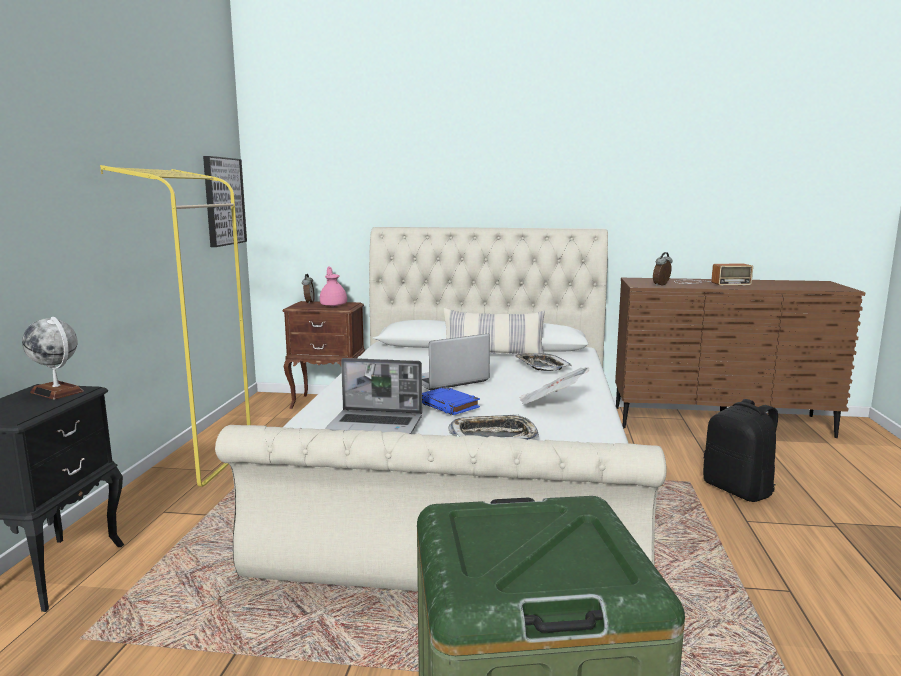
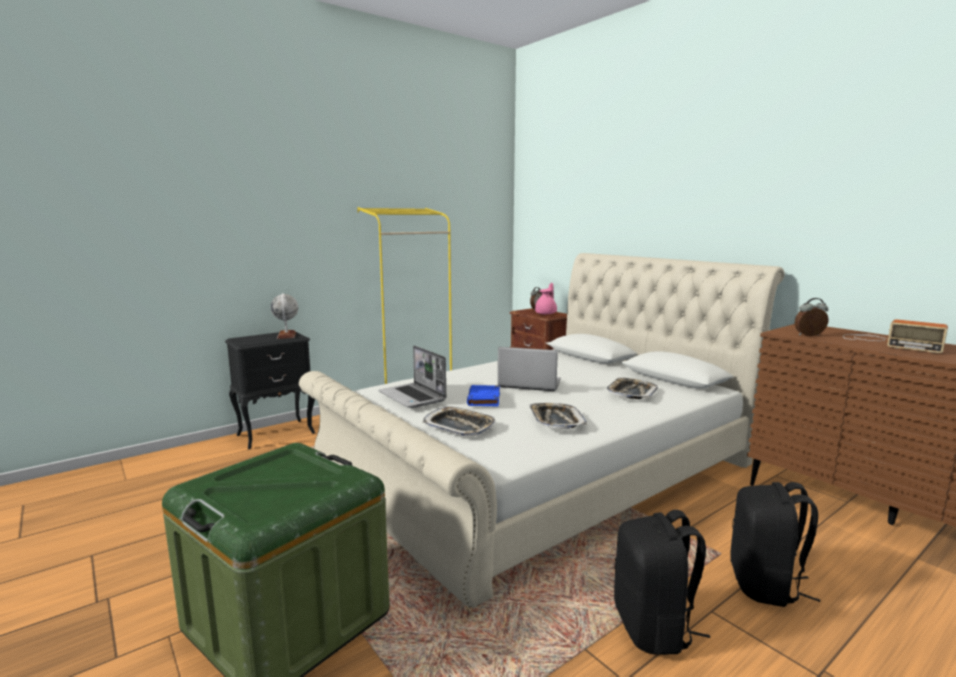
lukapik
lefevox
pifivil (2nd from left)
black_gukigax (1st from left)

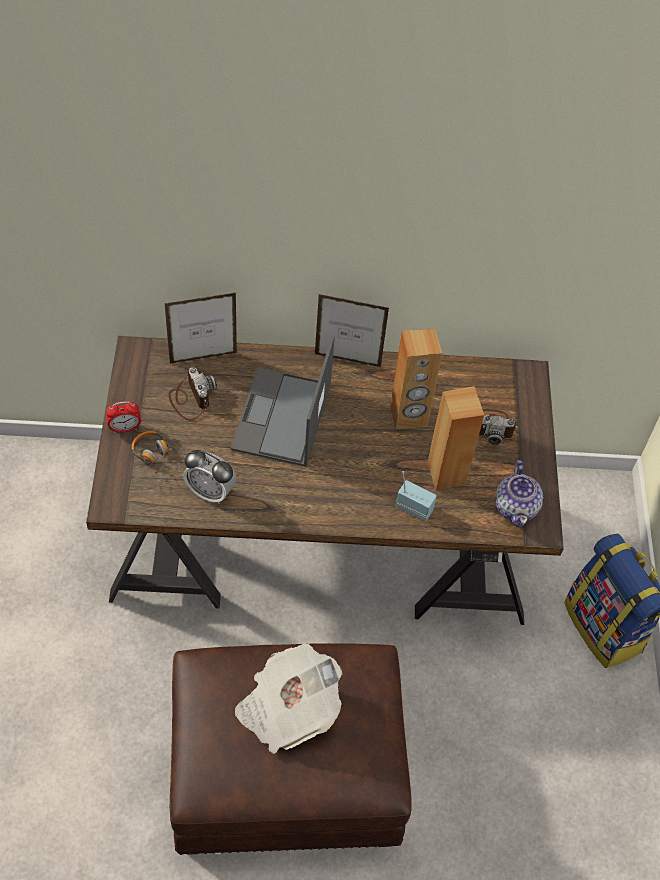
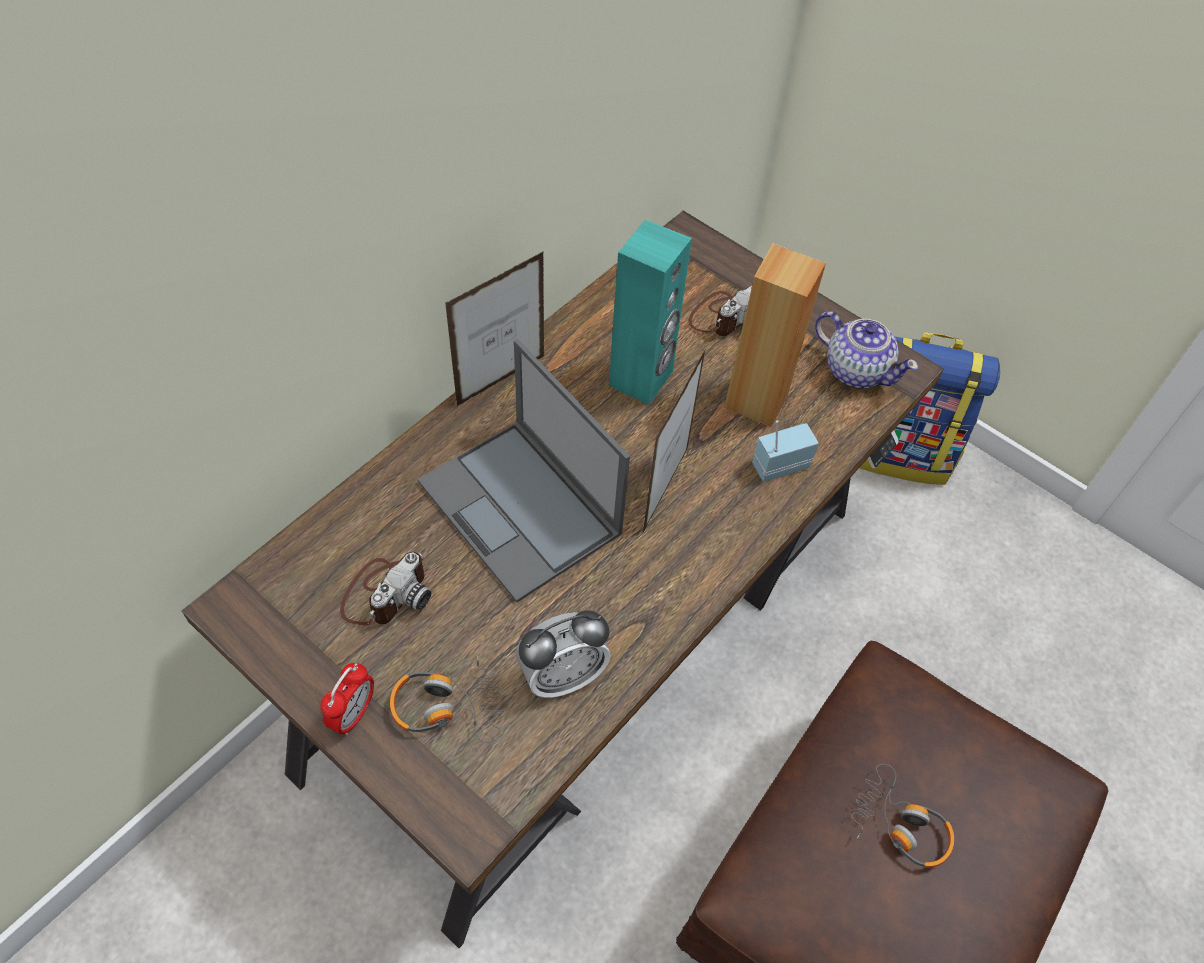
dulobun (2nd from left)
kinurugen (1st from left)
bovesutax (2nd from left)
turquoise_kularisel

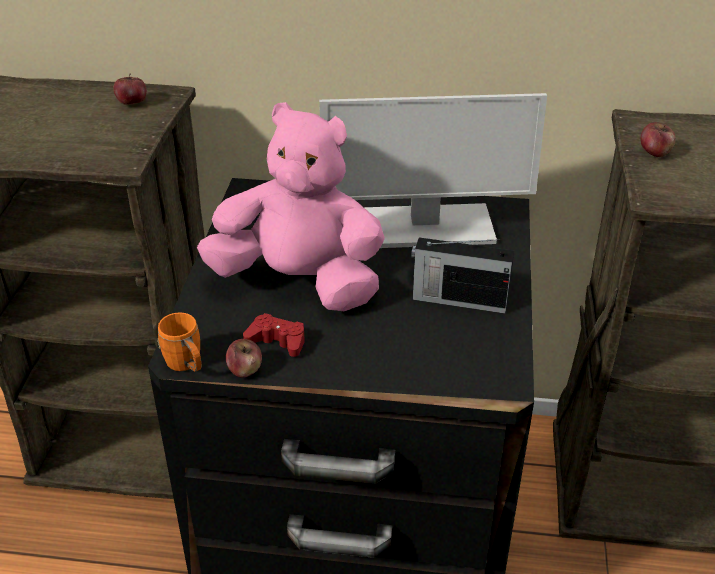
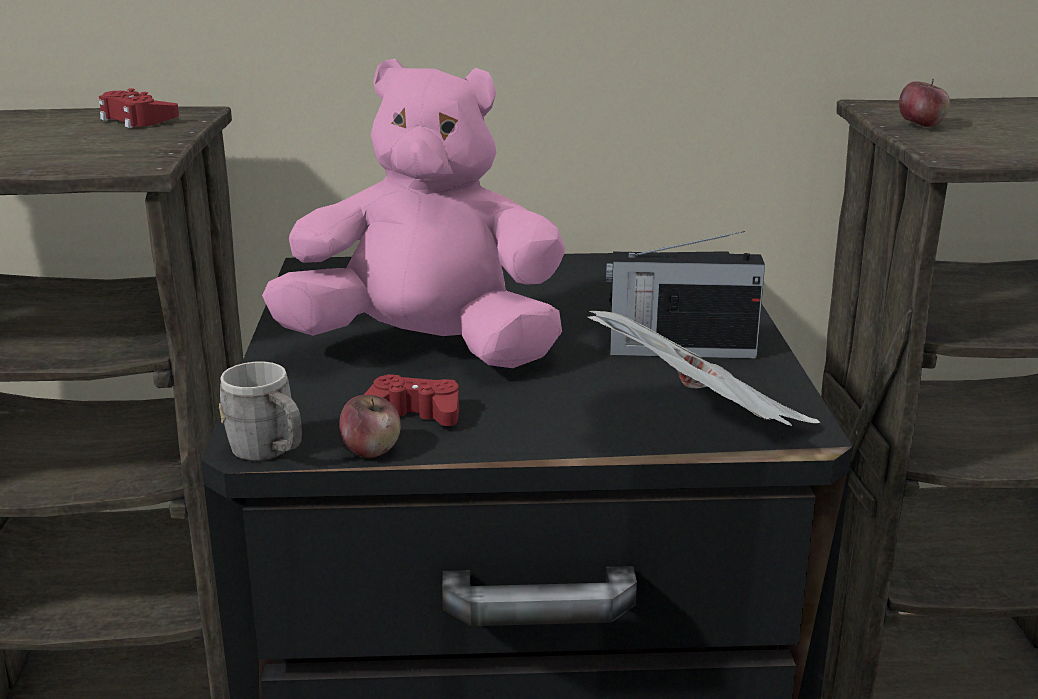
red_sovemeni (1st from left)
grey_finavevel
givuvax
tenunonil

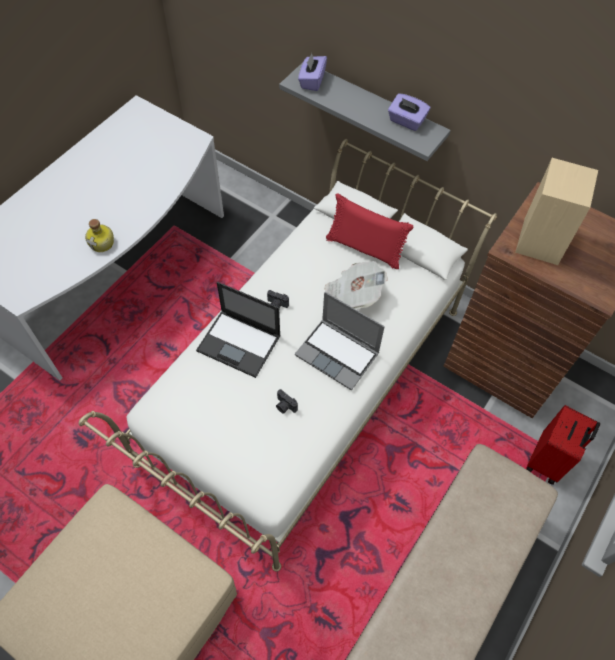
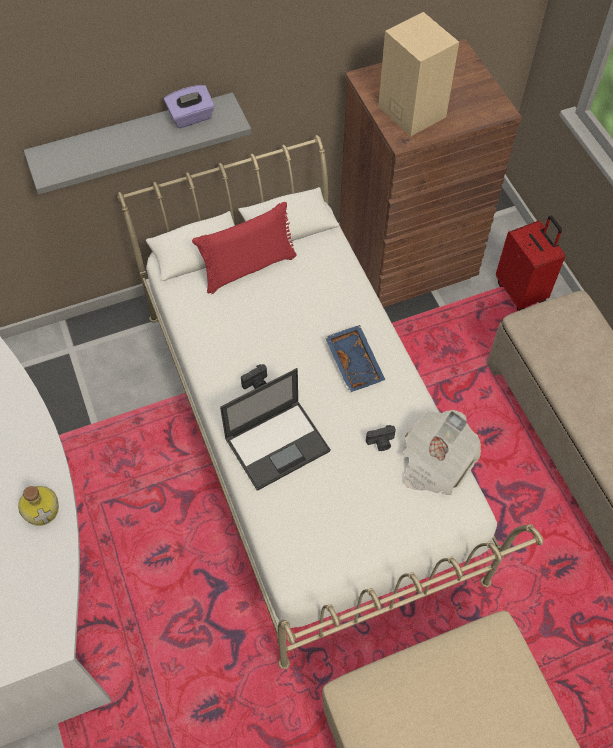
blue_pifivil
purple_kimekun (1st from left in the first image)
tenunonil

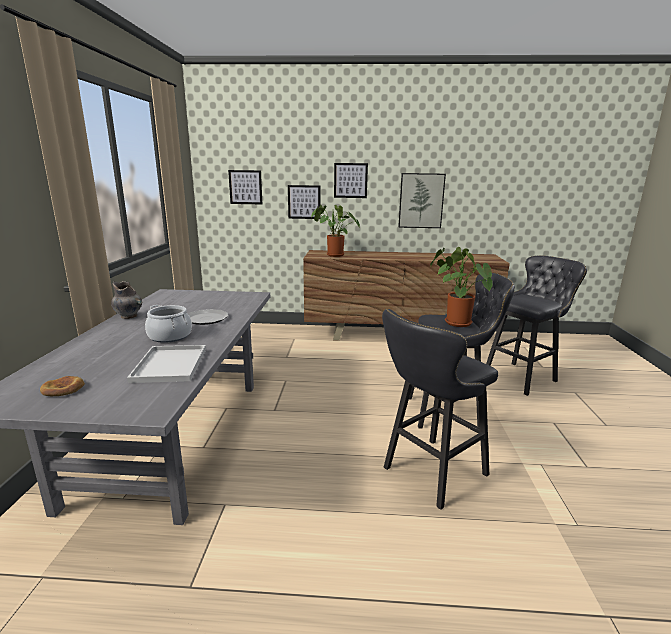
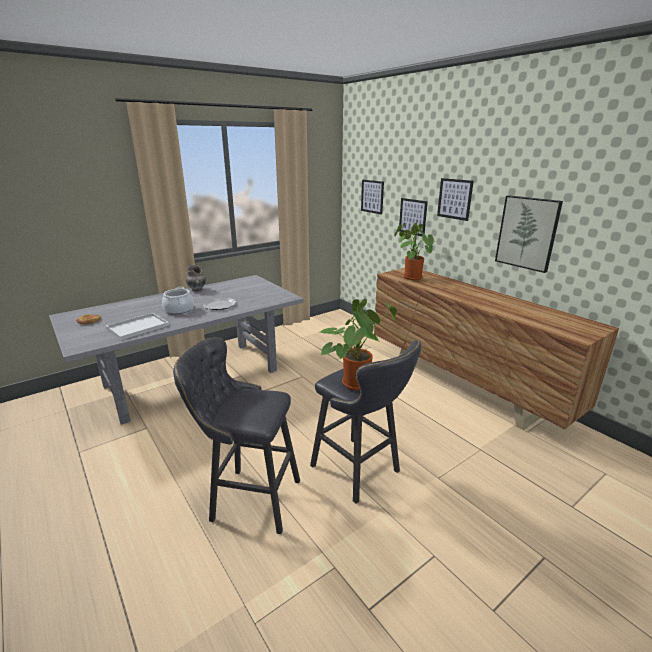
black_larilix (3rd from left in the first image)

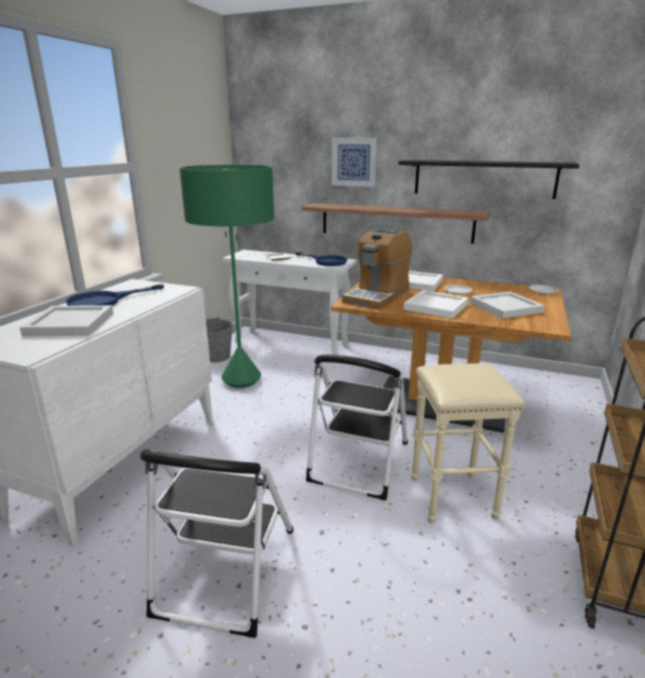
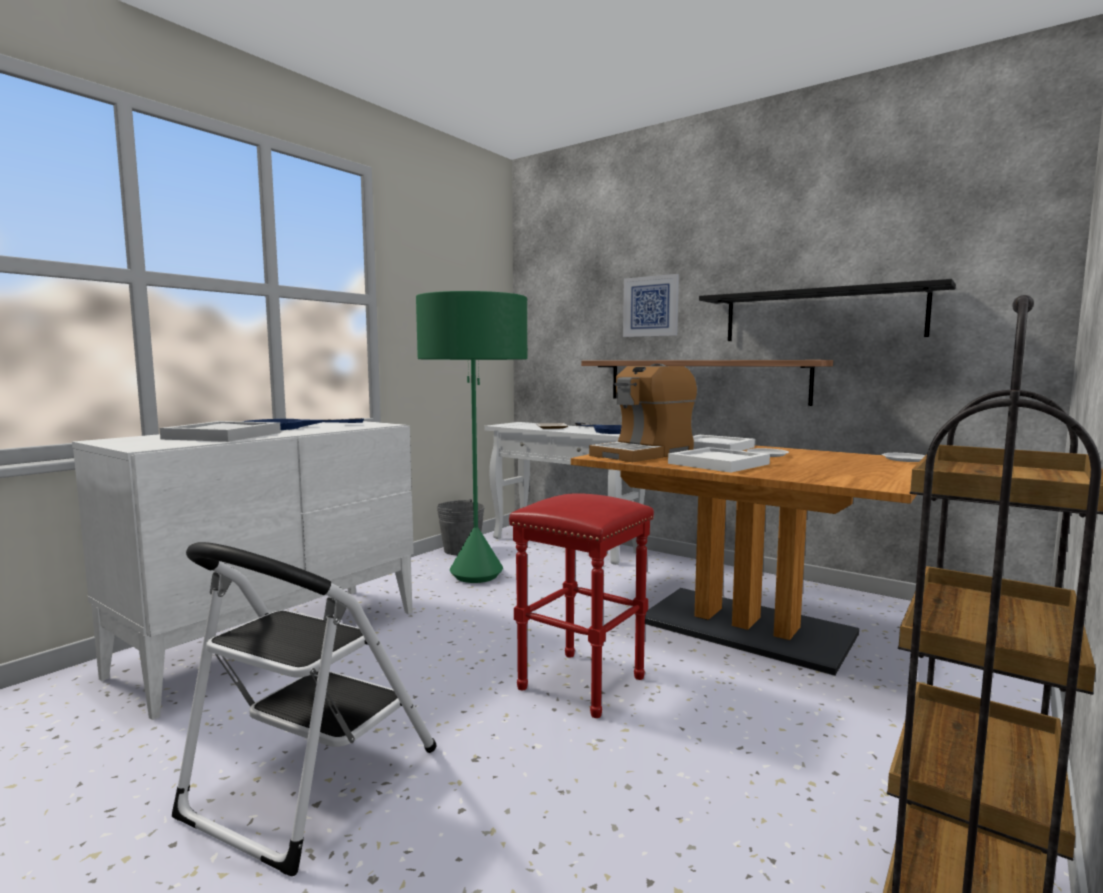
red_larilix
beige_larilix
white_pifivil (4th from left in the first image)

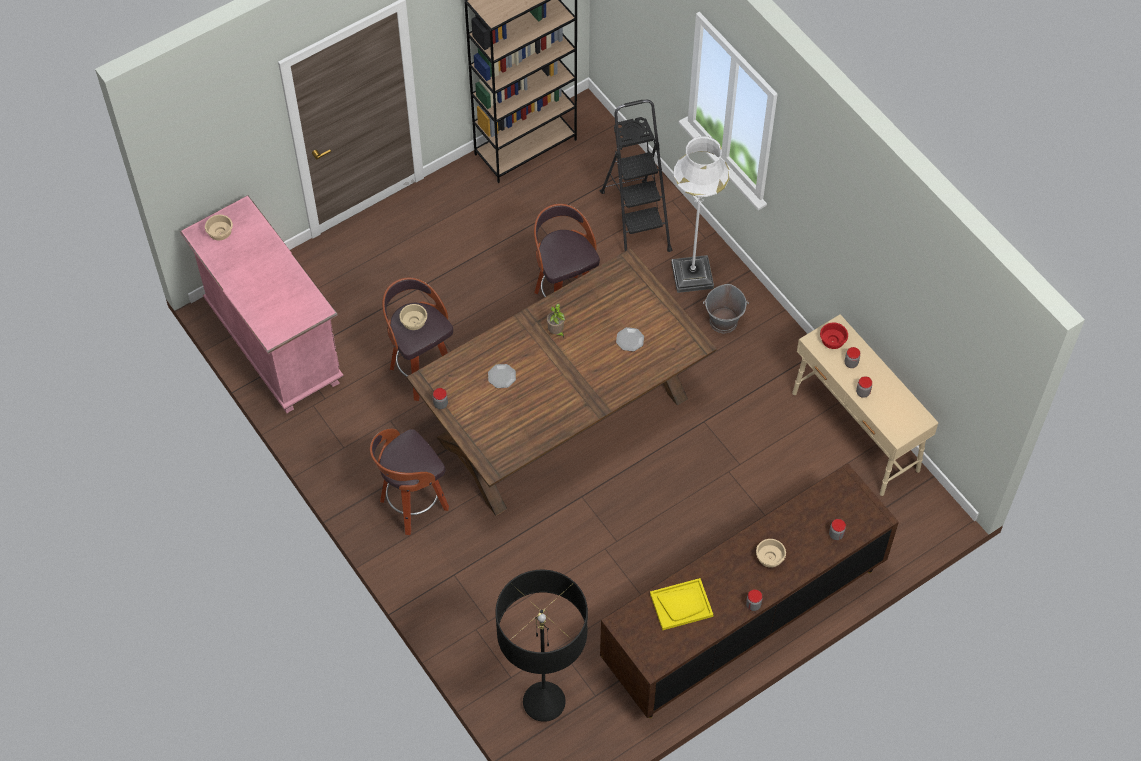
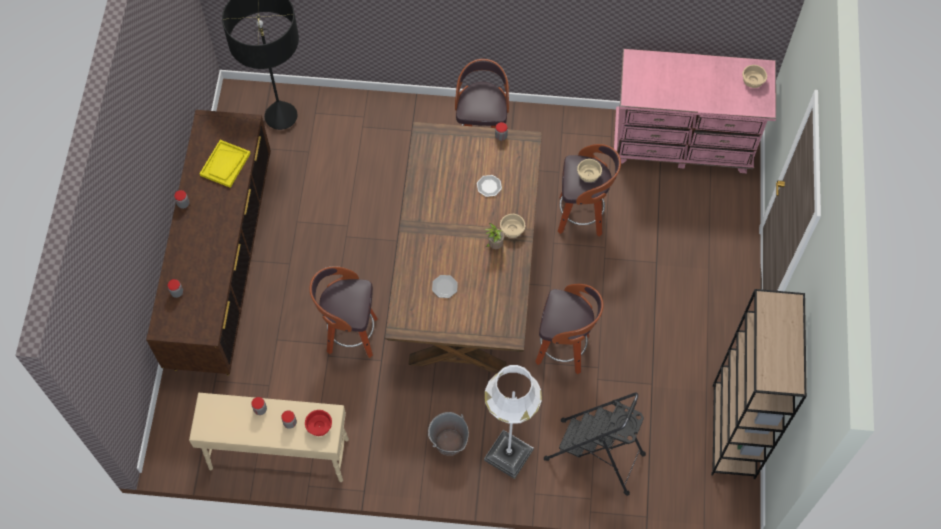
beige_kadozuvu (1st from left)
larilix (1st from left)

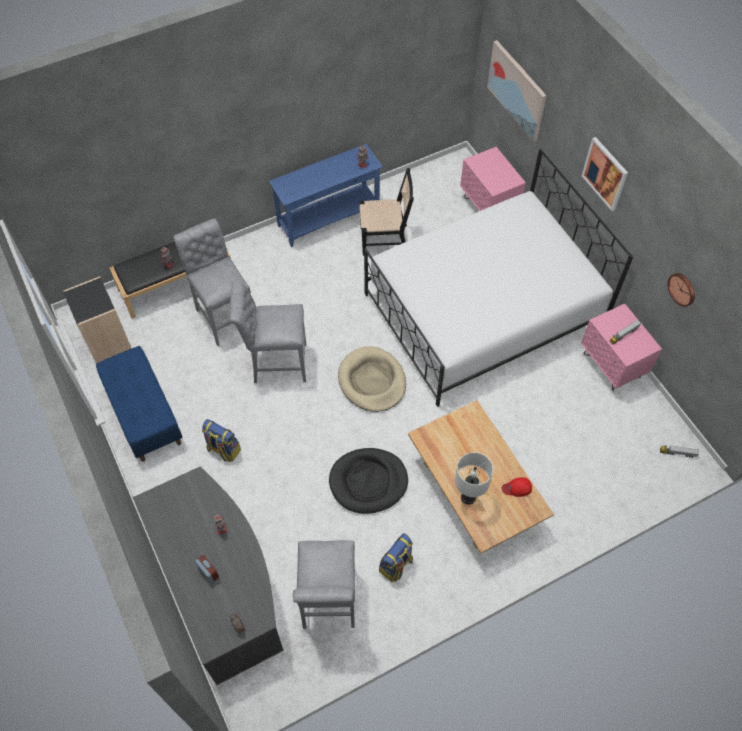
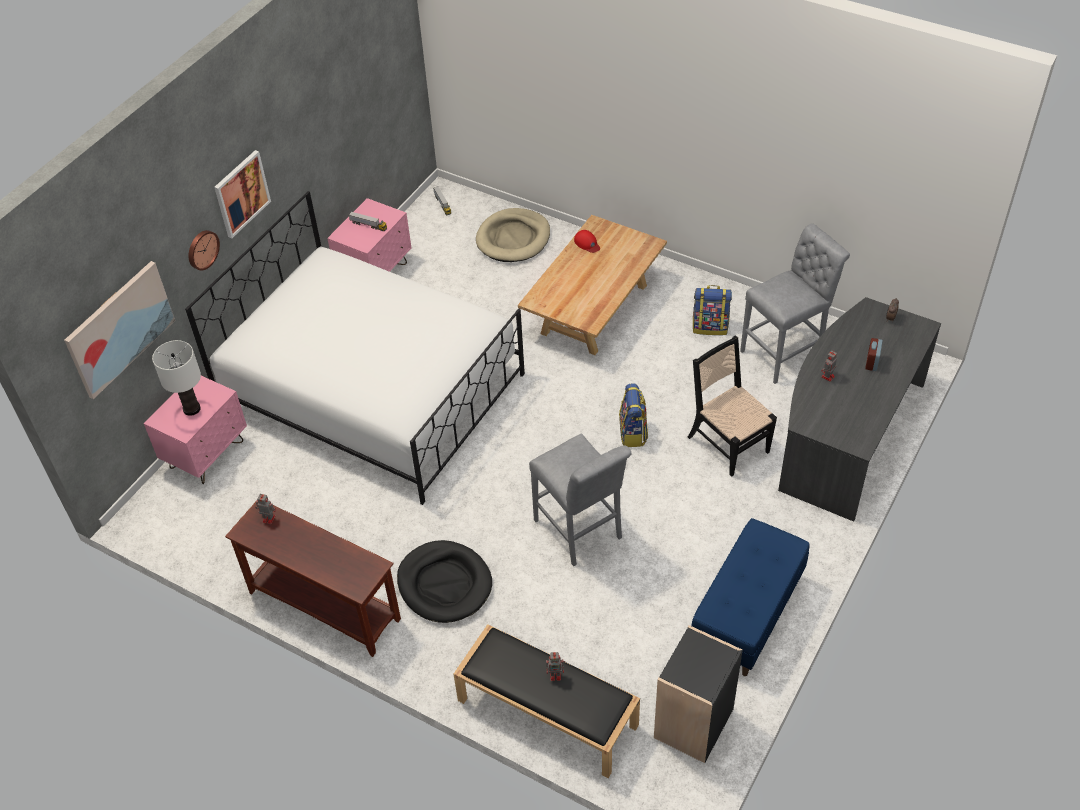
grey_larilix (1st from left in the first image)
gukigax (1st from left)
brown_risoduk
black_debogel
beige_debogel
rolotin
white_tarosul
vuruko

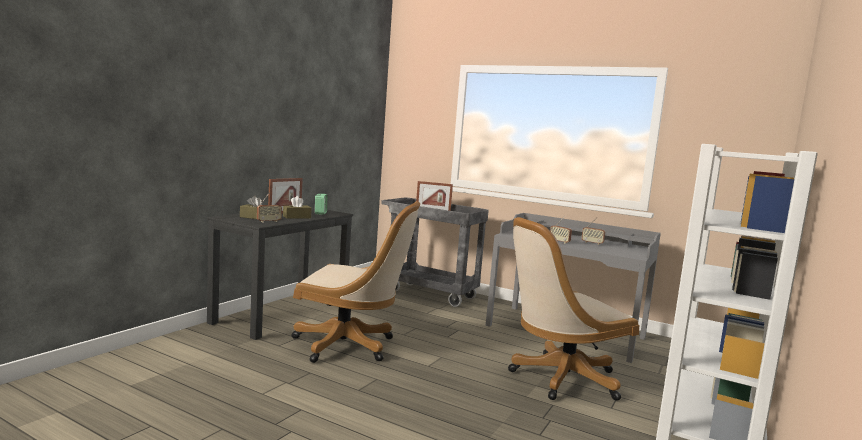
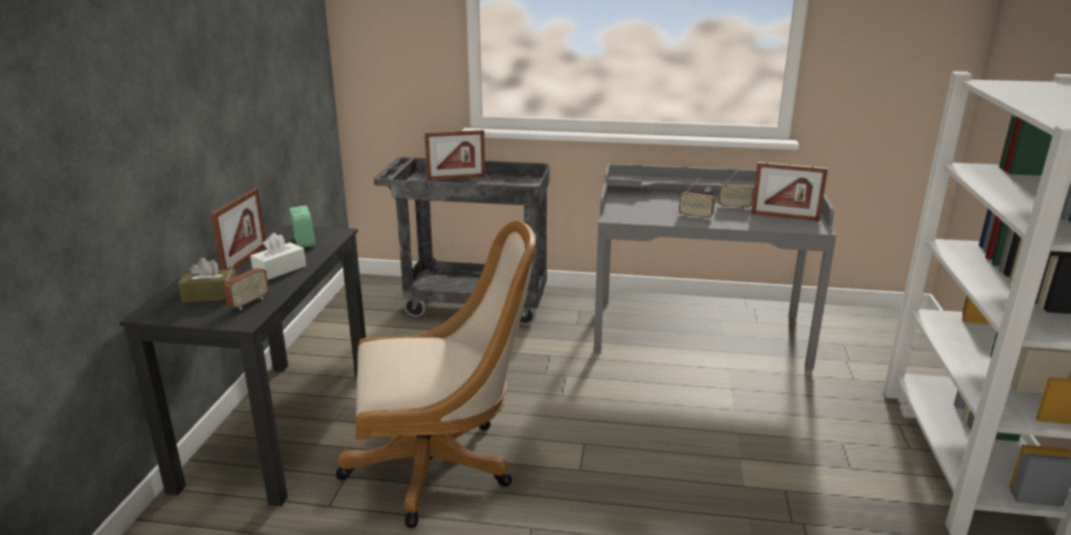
white_kimekun
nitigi (2nd from left in the first image)
dulobun (3rd from left)

